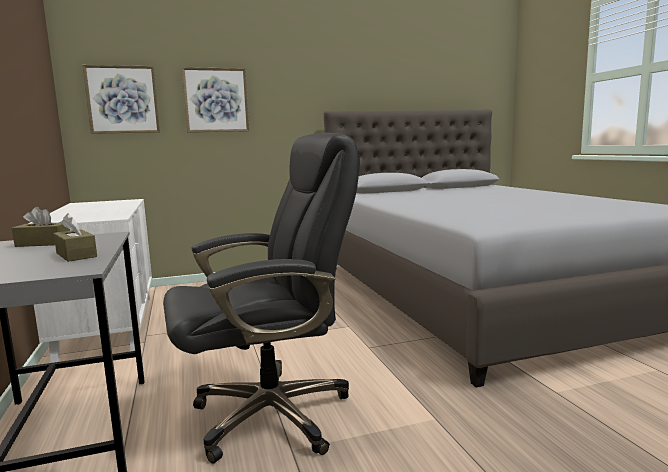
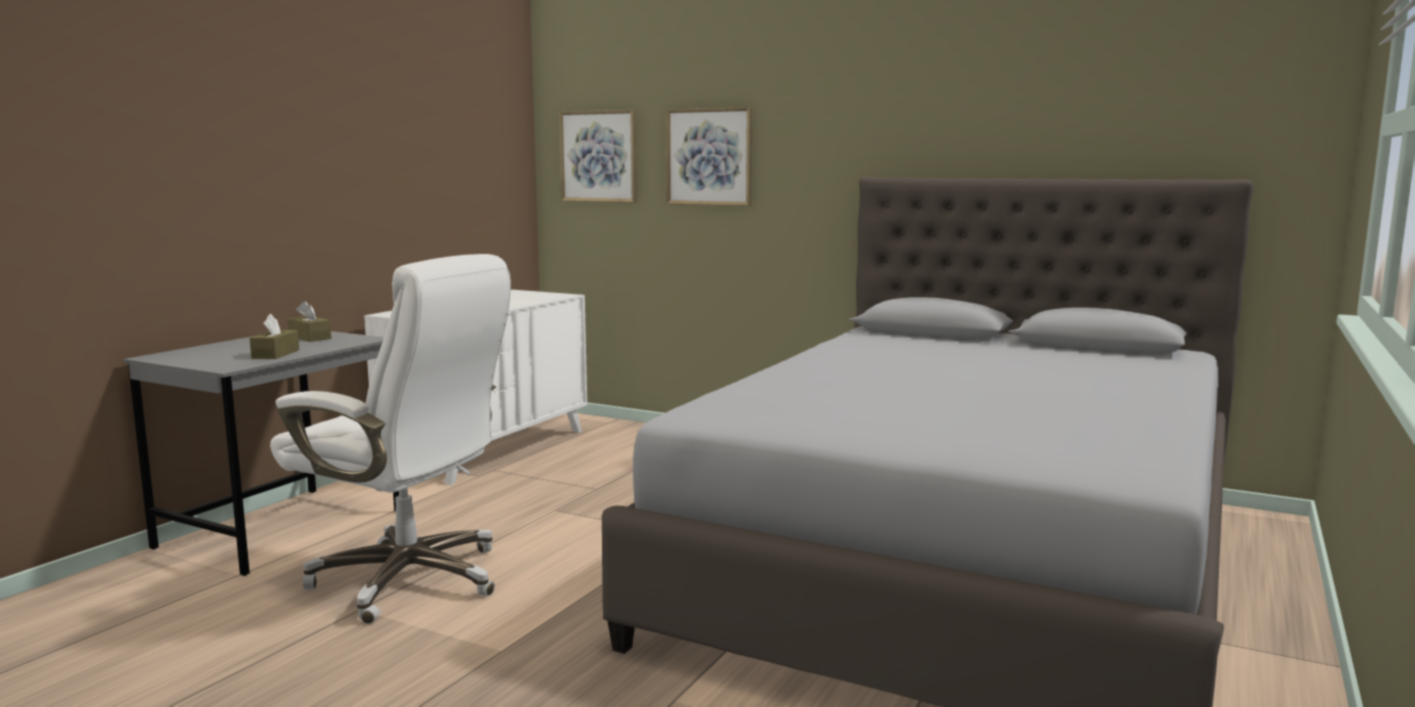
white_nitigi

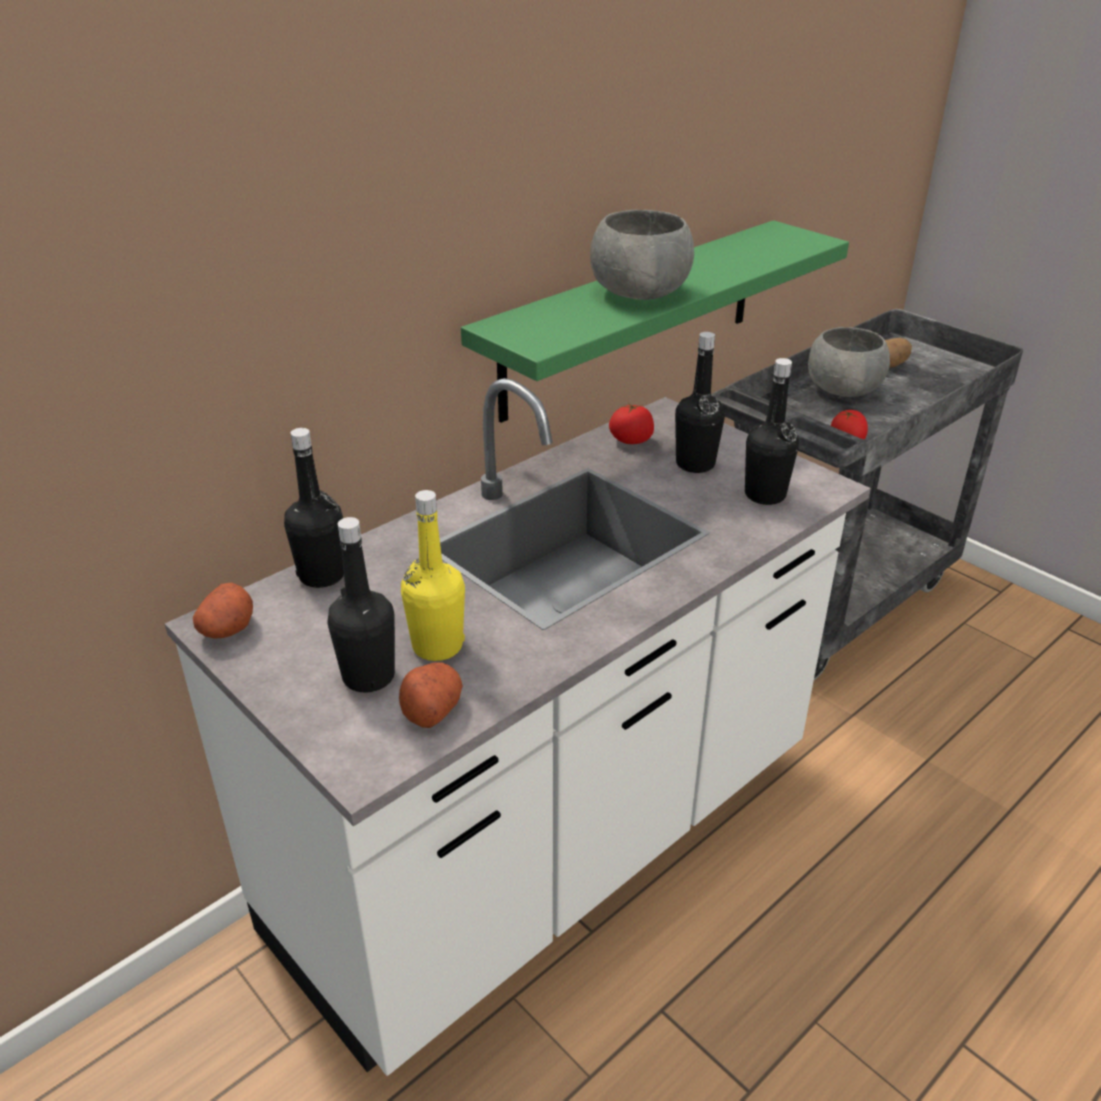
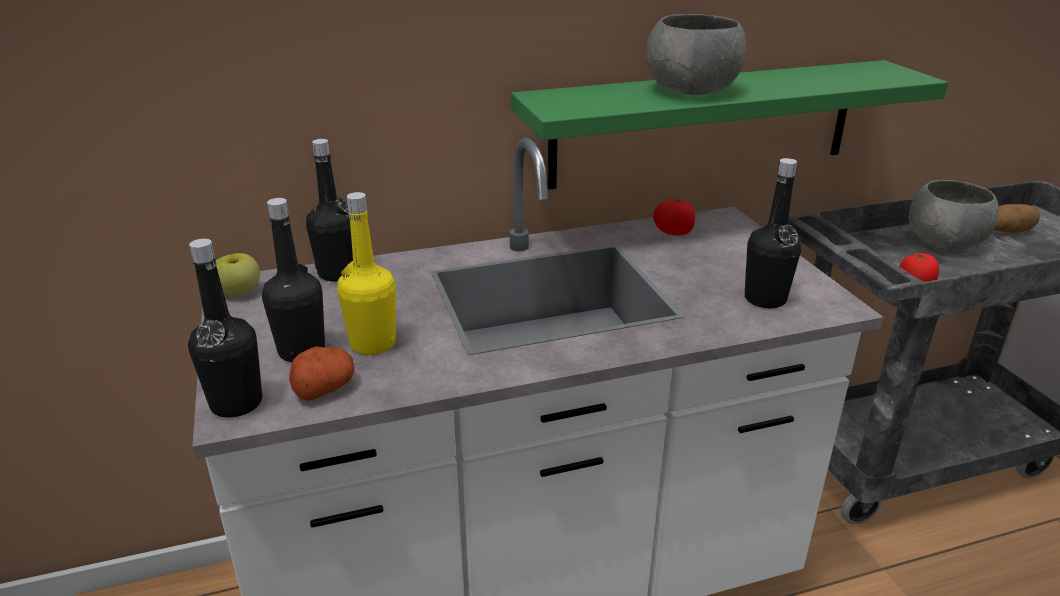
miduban
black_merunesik (1st from left)

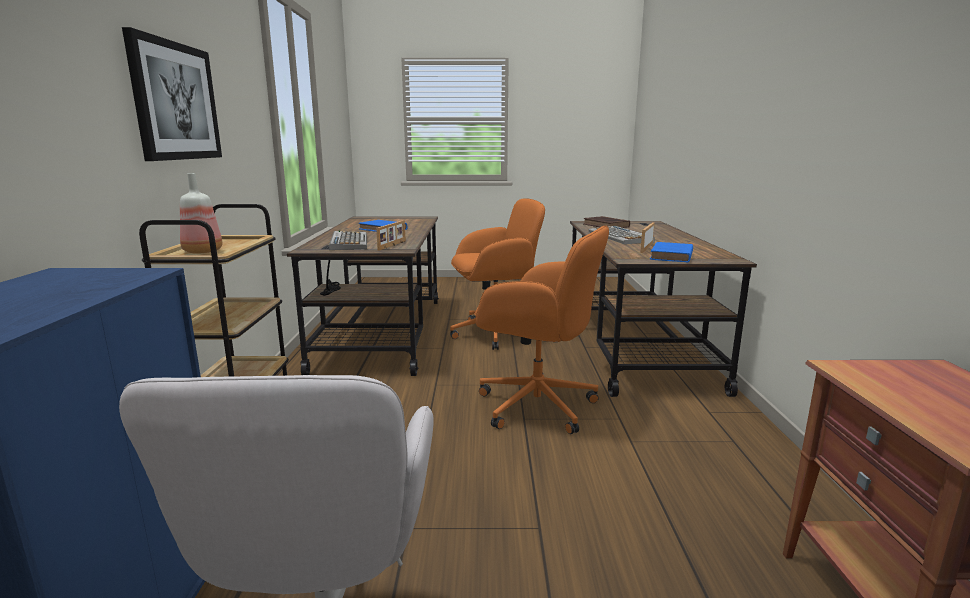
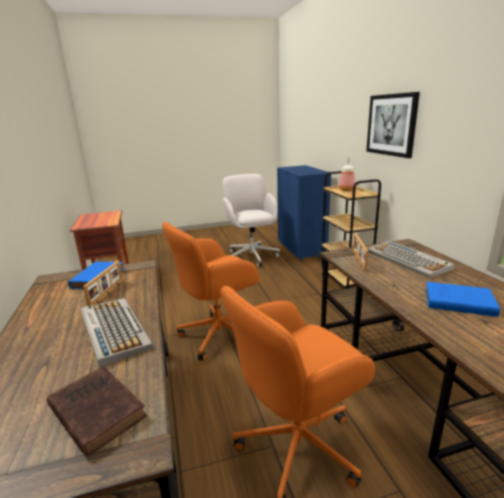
orange_nitigi (1st from left)

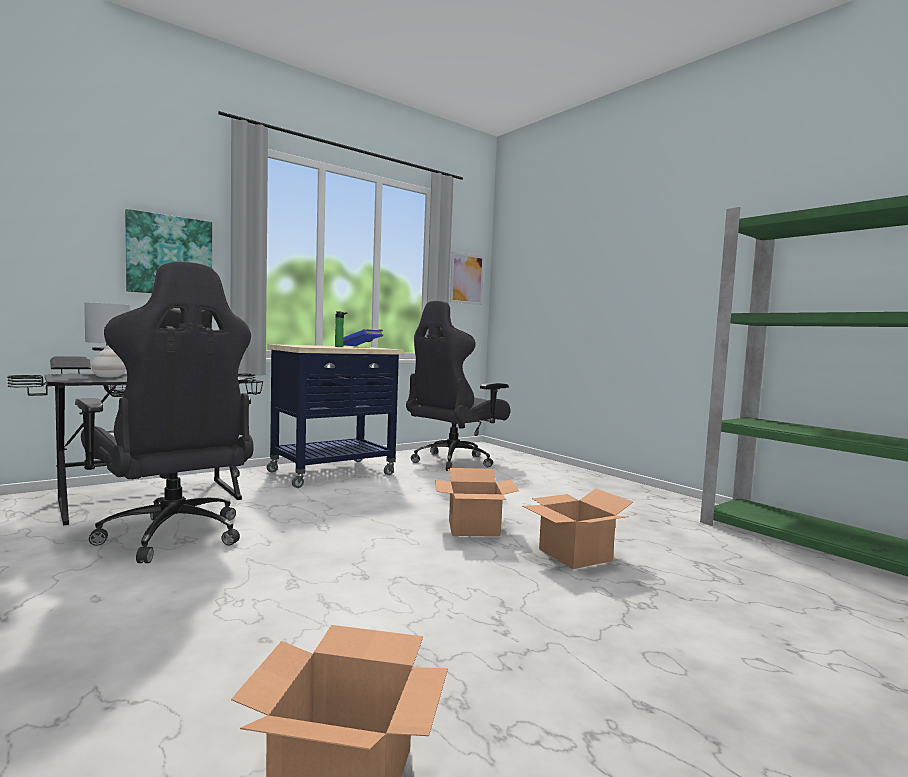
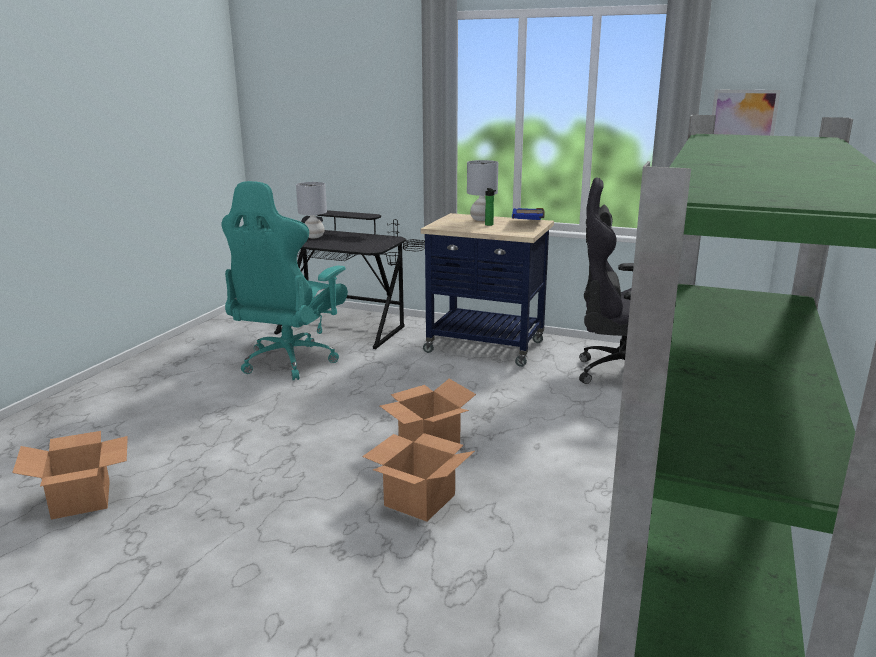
turquoise_nitigi
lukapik (1st from left in the first image)
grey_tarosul (2nd from left)

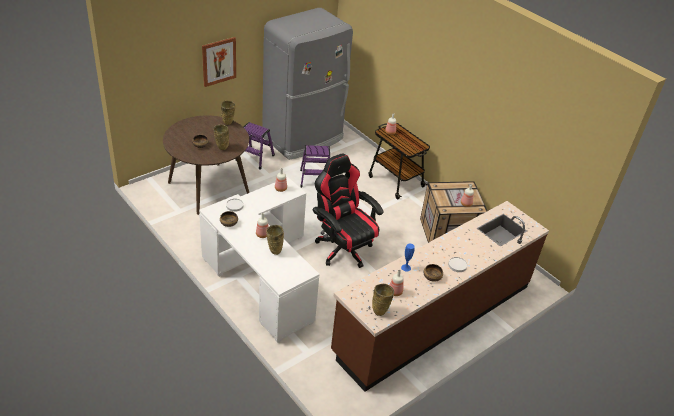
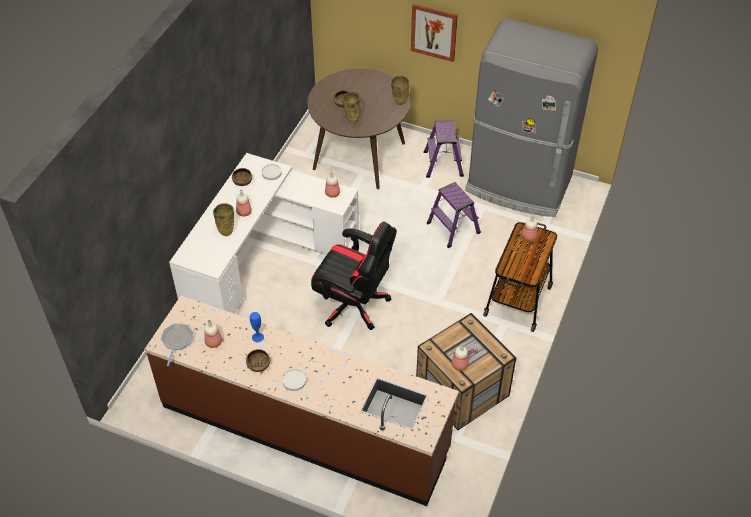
black_nitigi
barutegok

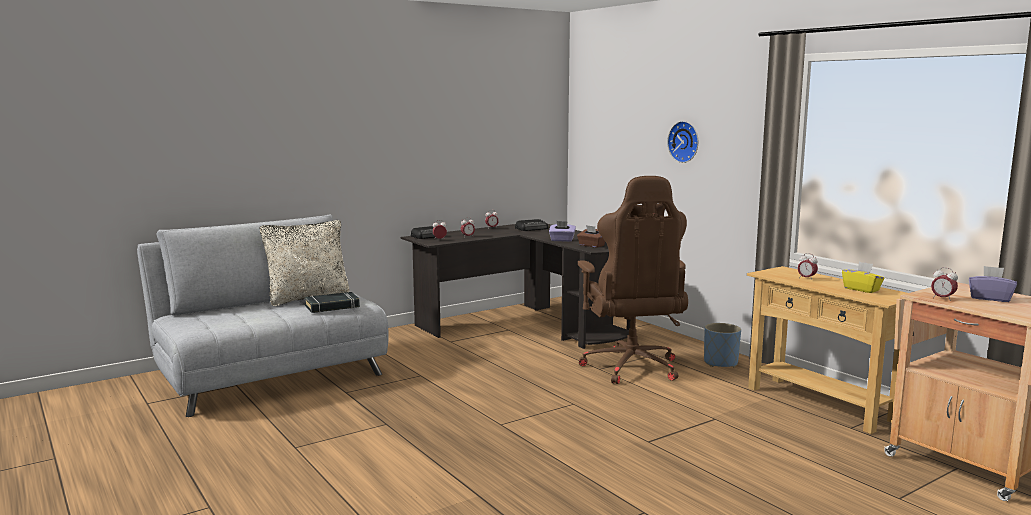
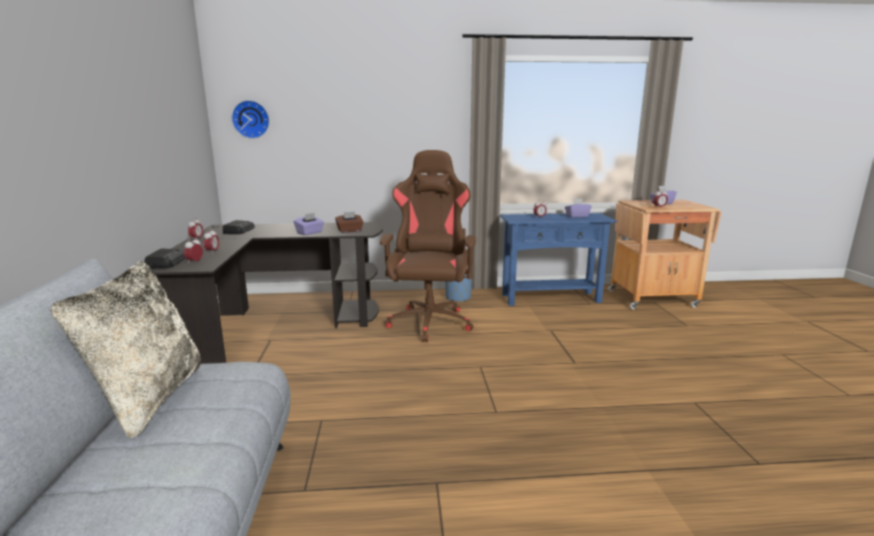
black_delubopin
brown_nitigi
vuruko
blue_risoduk
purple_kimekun (2nd from left)

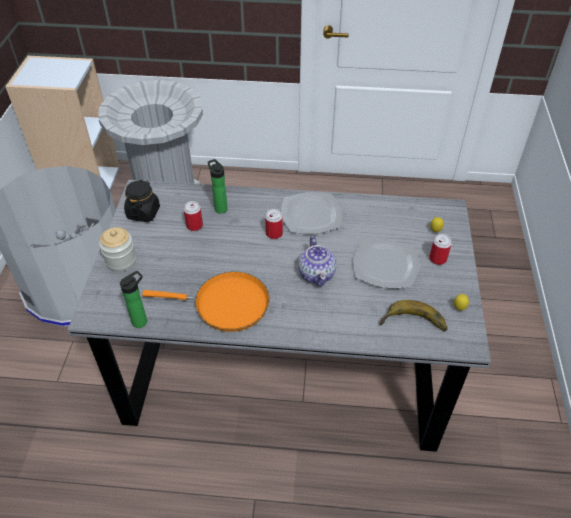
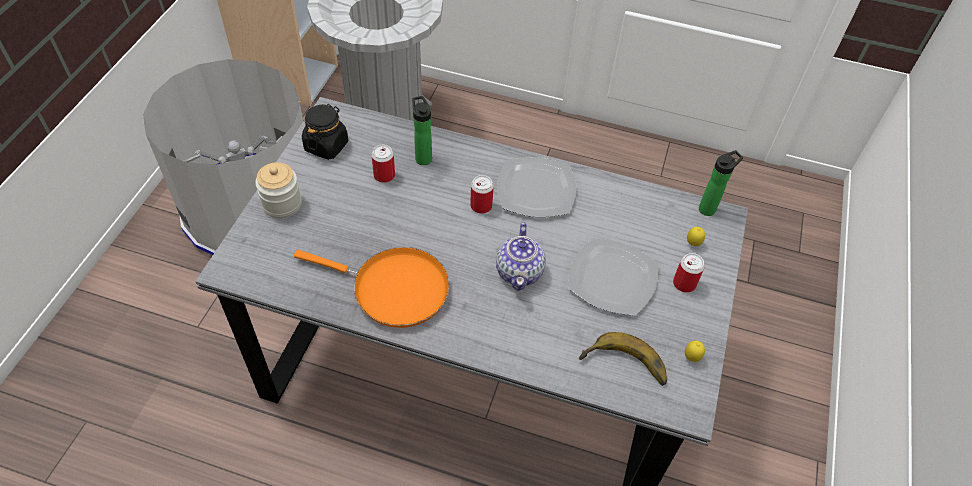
merunesik (2nd from left)

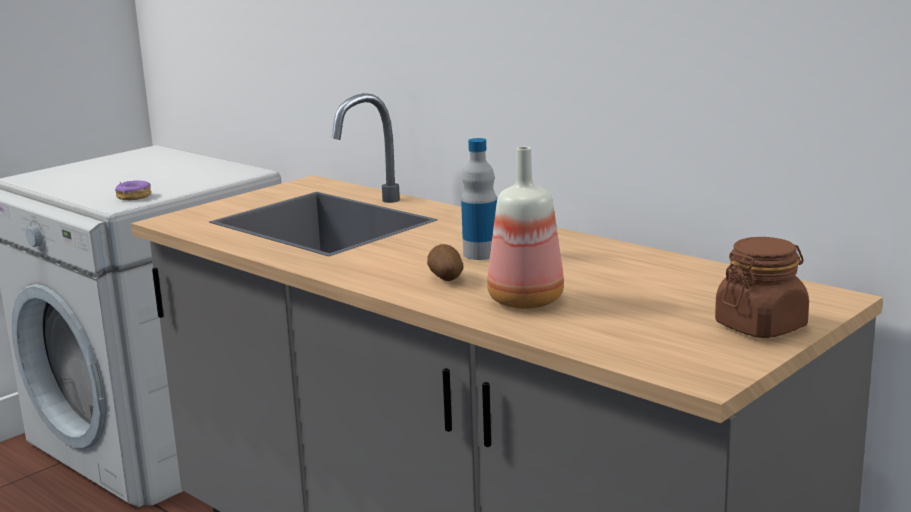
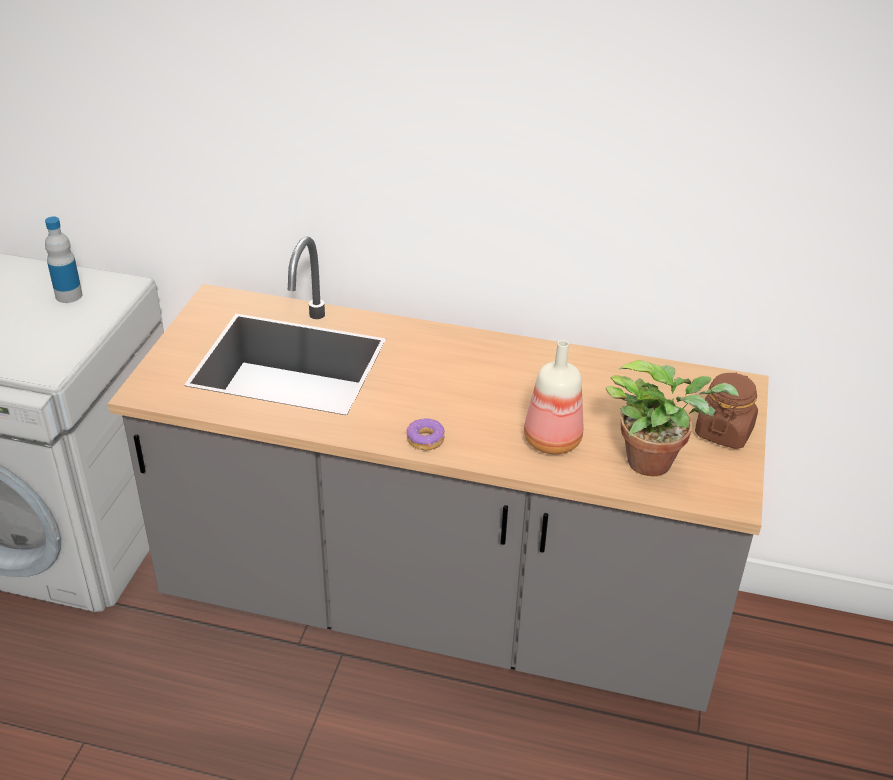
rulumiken
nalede
merunesik (1st from left)
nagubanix

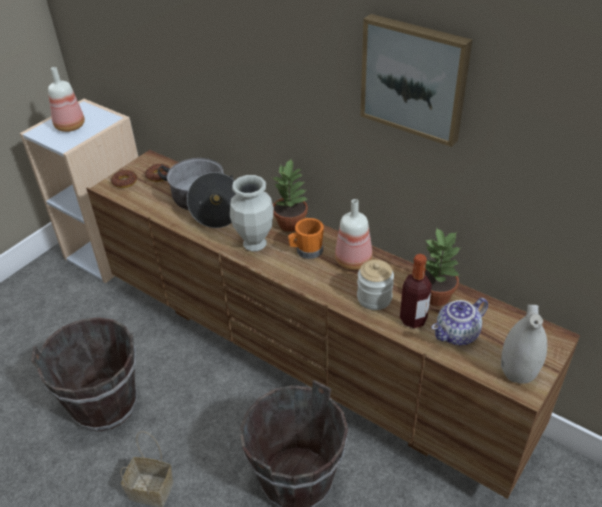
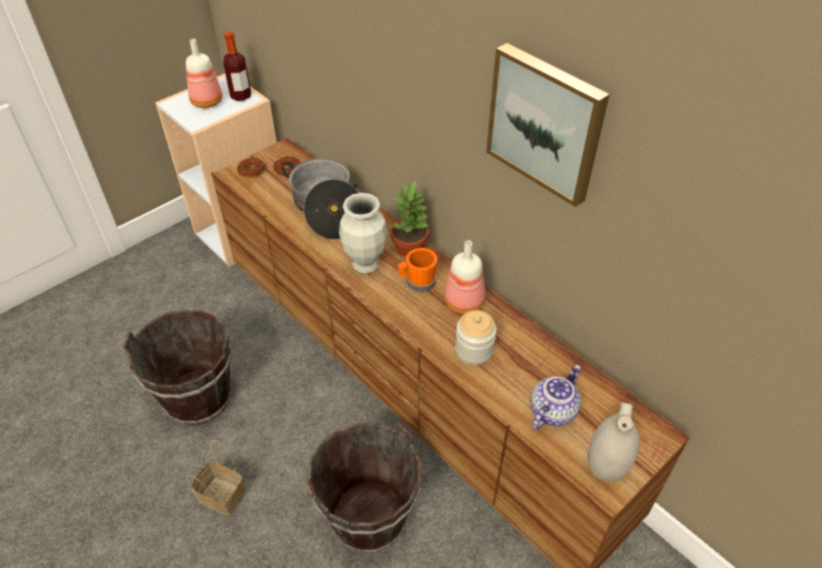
merunesik (2nd from left)
nagubanix (2nd from left in the first image)
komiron

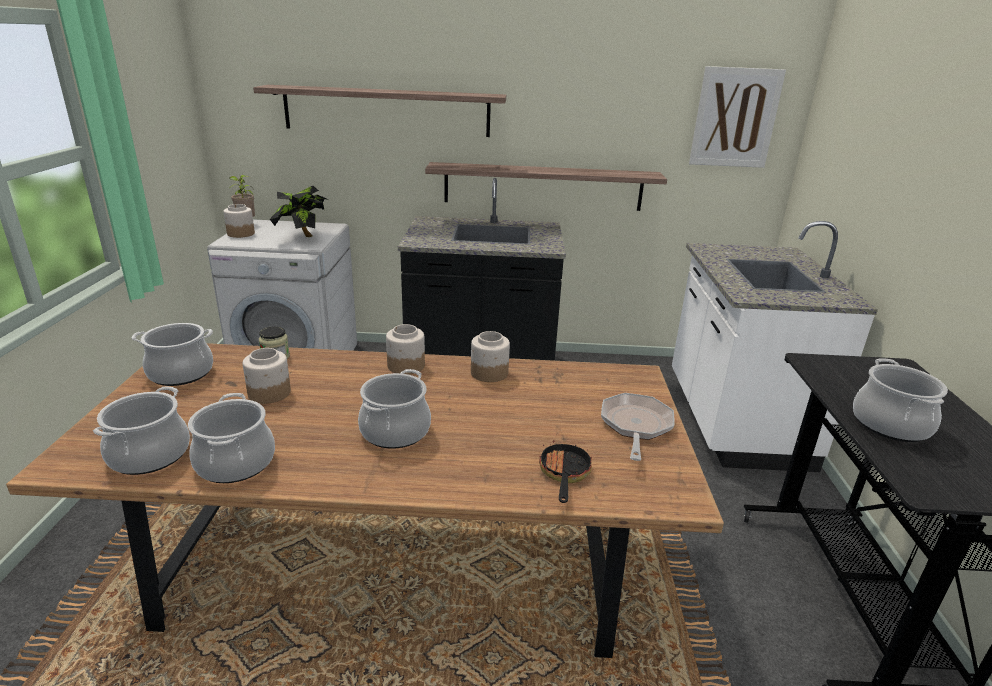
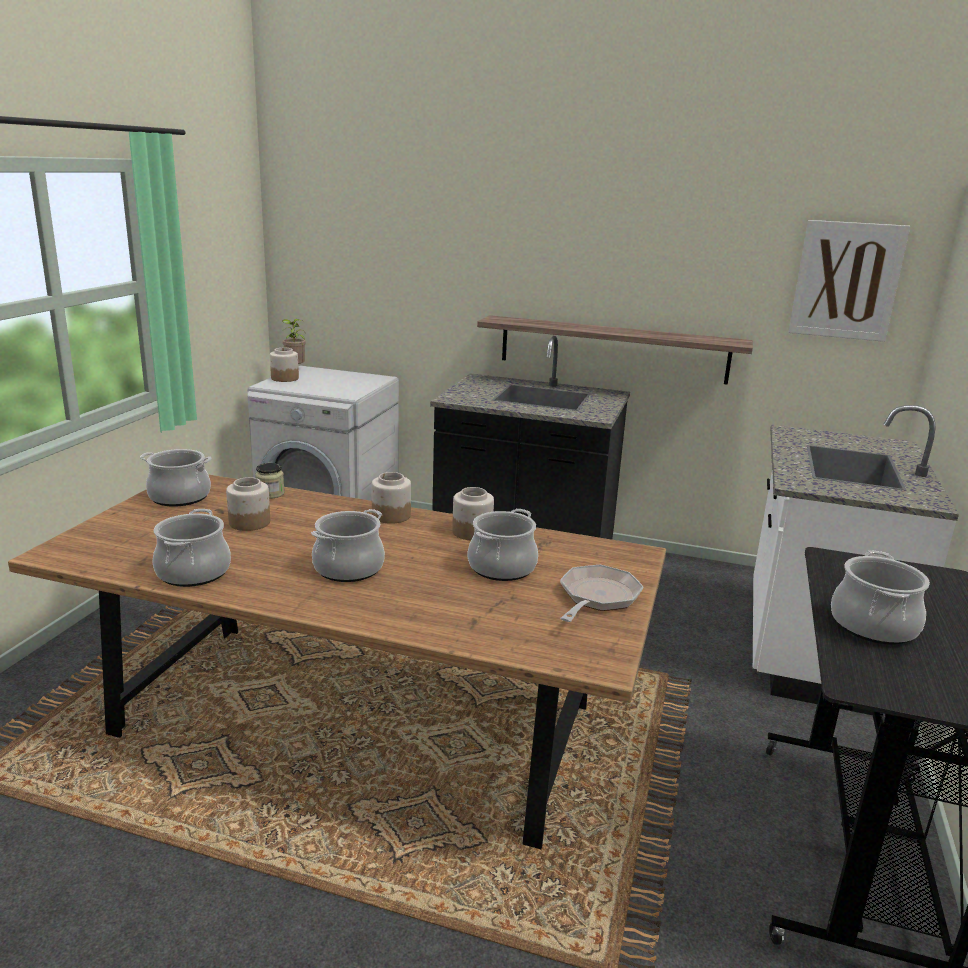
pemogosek (4th from left)
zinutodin (1st from left in the first image)
nagubanix (2nd from left in the first image)
barutegok (1st from left in the first image)

